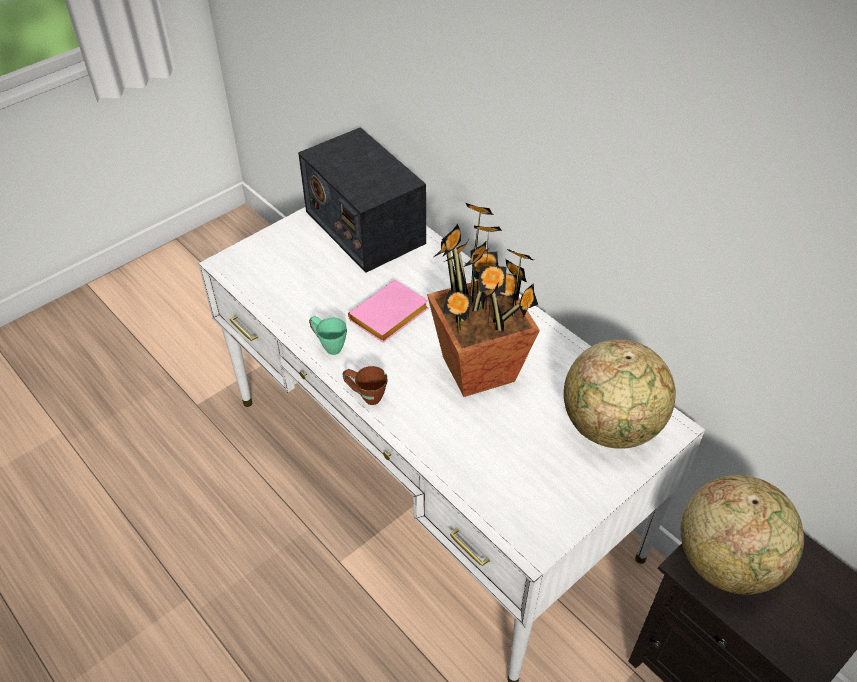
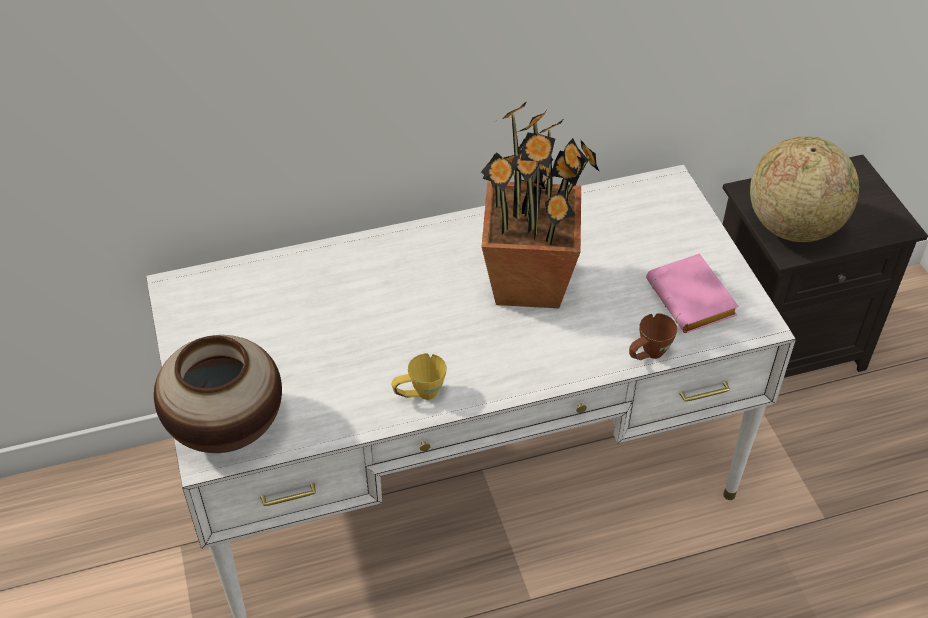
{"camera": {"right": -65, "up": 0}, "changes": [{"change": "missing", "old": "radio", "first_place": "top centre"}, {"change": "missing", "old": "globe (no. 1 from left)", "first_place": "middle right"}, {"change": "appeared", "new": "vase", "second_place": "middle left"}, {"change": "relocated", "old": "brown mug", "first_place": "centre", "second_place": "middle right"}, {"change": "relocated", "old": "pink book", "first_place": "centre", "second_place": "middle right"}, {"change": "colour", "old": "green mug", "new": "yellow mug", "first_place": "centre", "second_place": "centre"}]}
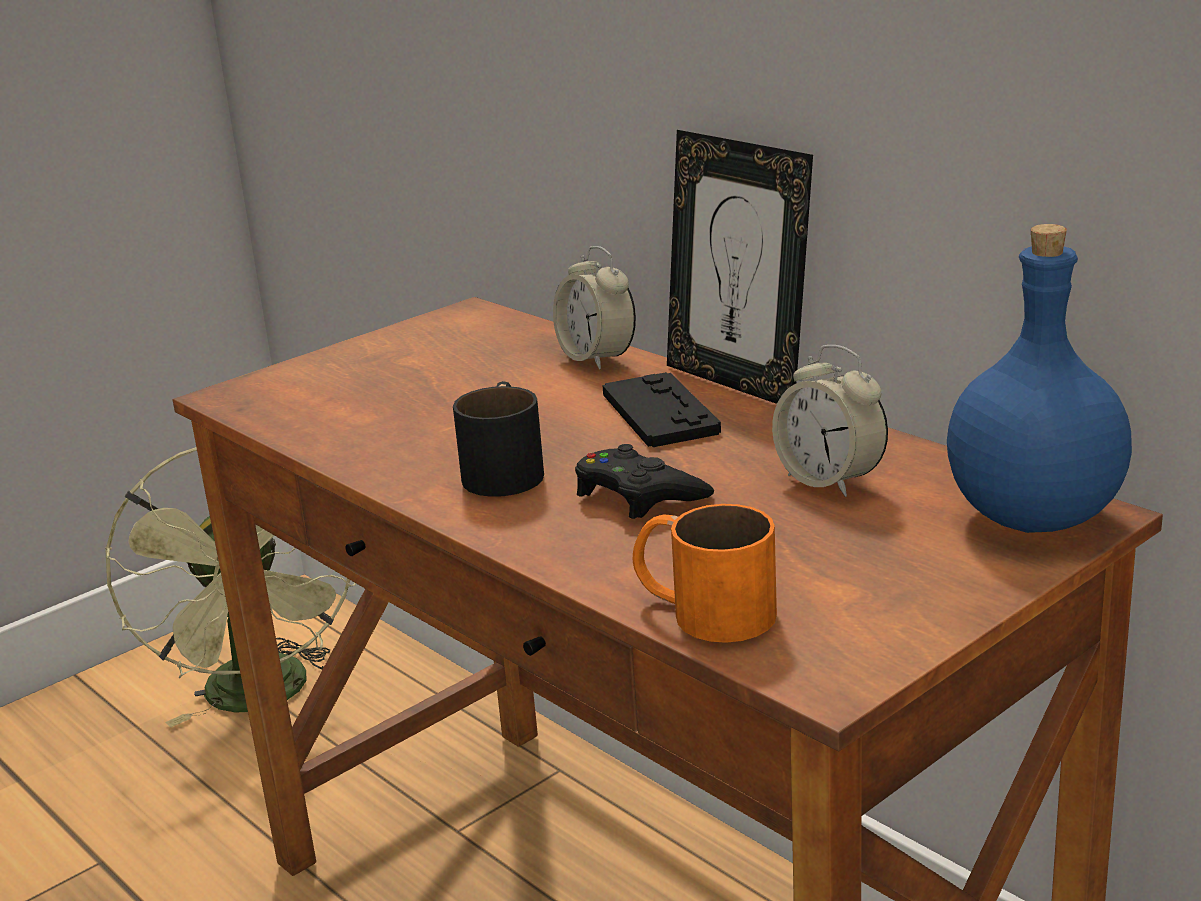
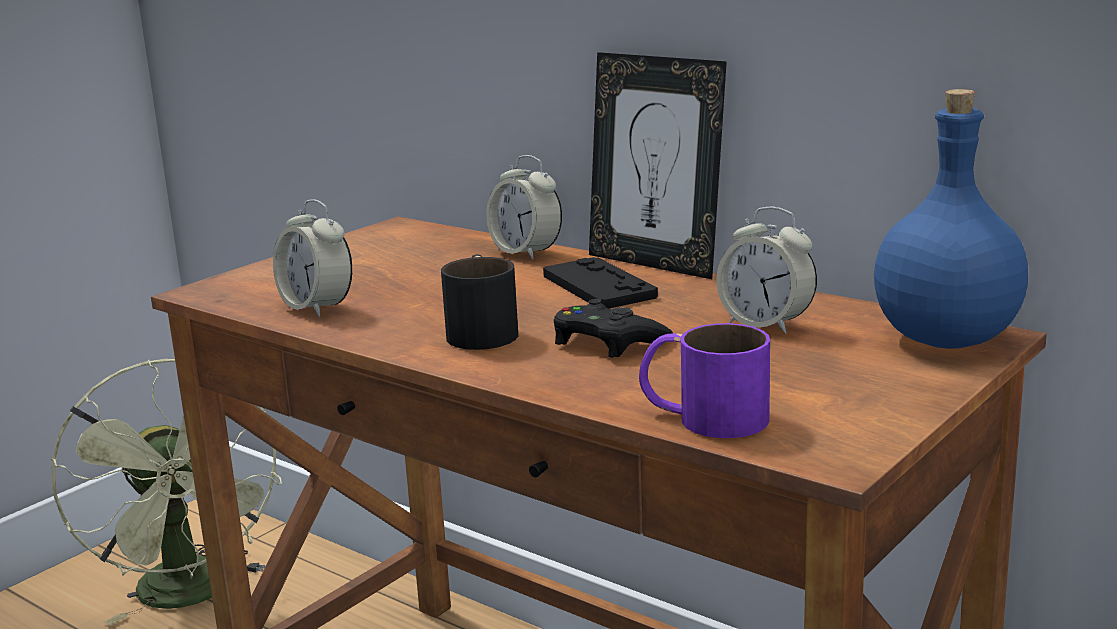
{"camera": {"right": -10, "up": -5}, "changes": [{"change": "appeared", "new": "alarm clock (no. 1 from left)", "second_place": "middle left"}, {"change": "colour", "old": "orange mug", "new": "purple mug", "first_place": "centre", "second_place": "centre"}]}
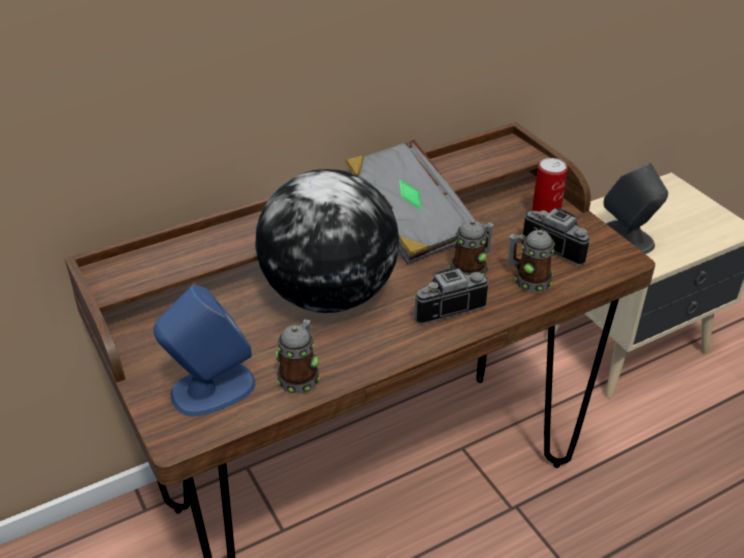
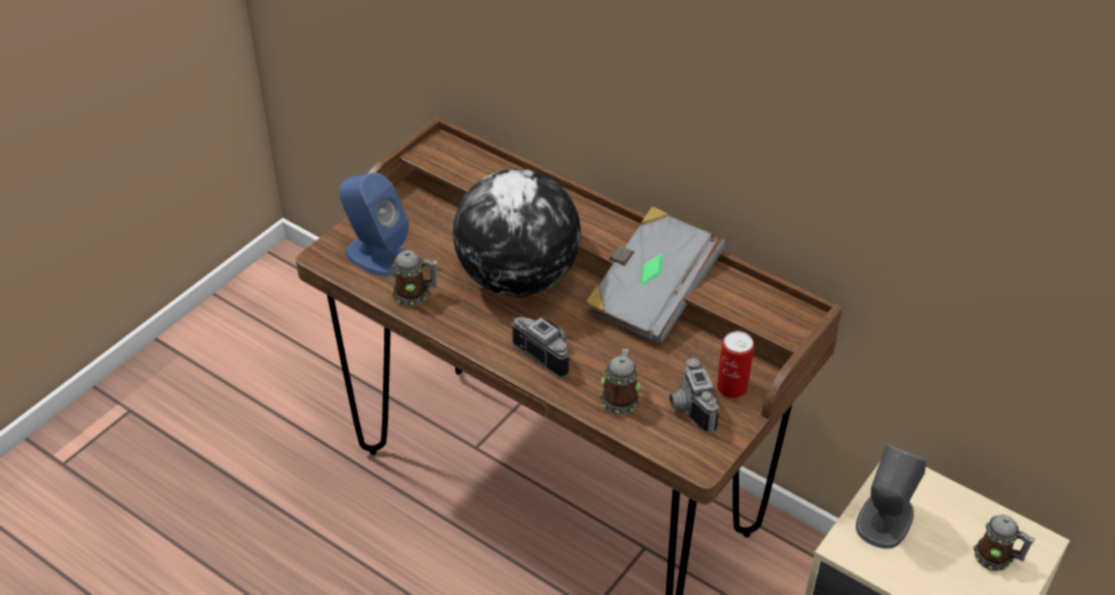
{"camera": {"right": 65, "up": 5}, "changes": [{"change": "relocated", "old": "mug (no. 2 from left in the first image)", "new": "mug (no. 3 from left)", "first_place": "centre", "second_place": "bottom right"}, {"change": "spun", "old": "photo camera (no. 2 from left)", "first_place": "middle right", "second_place": "centre", "degrees": 150}]}
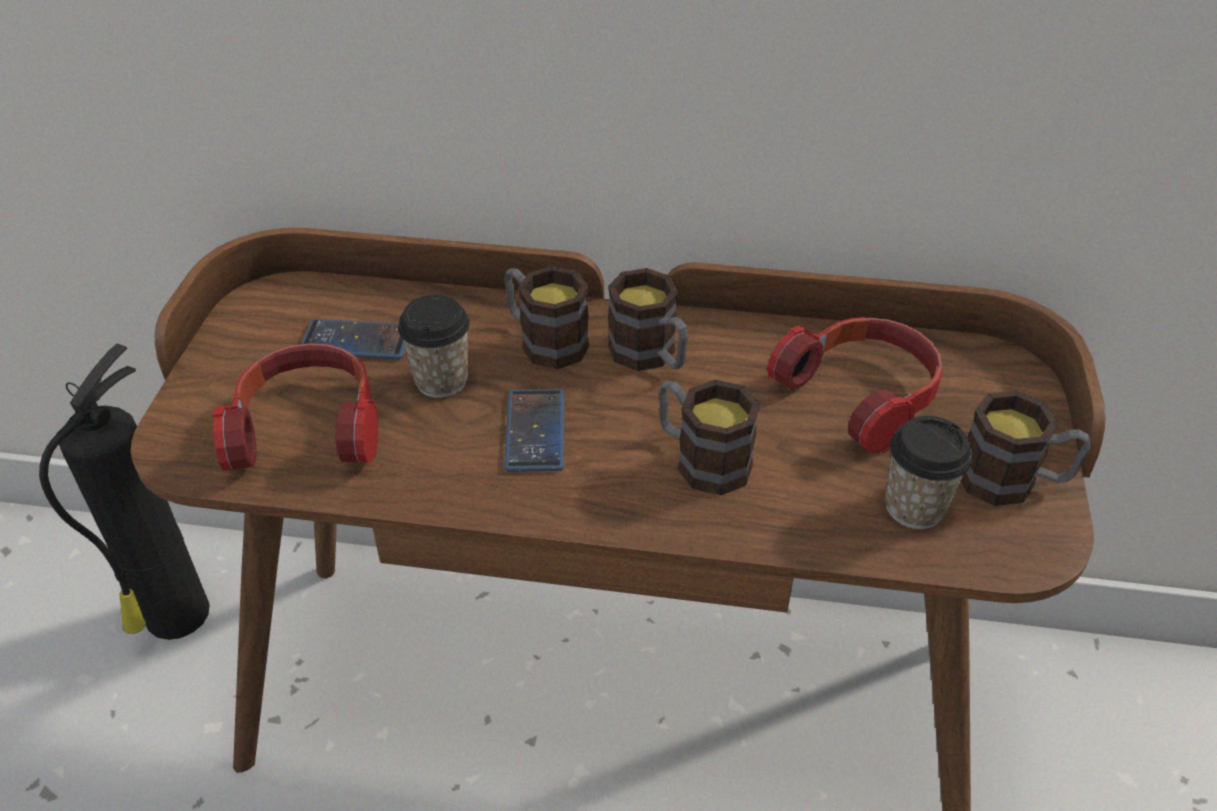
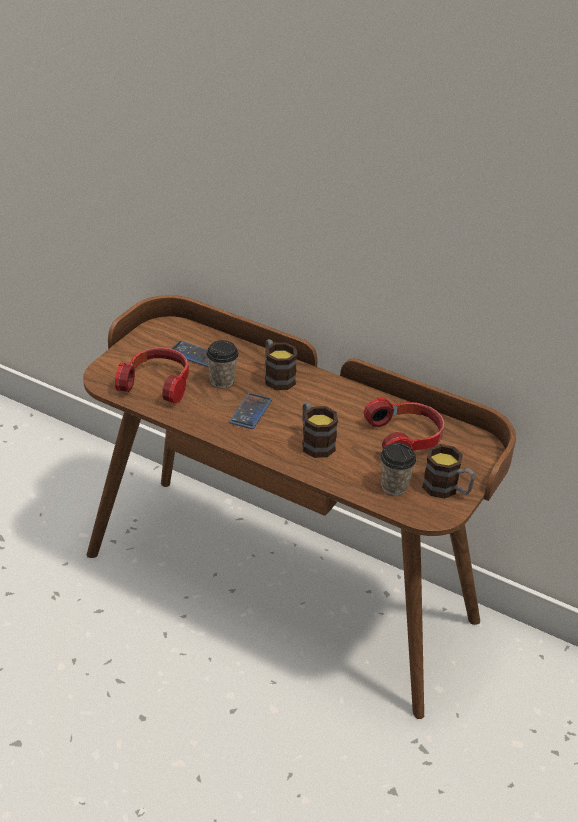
{"camera": {"right": 20, "up": -5}, "changes": [{"change": "missing", "old": "fire extinguisher", "first_place": "middle left"}, {"change": "missing", "old": "mug (no. 2 from left)", "first_place": "centre"}]}
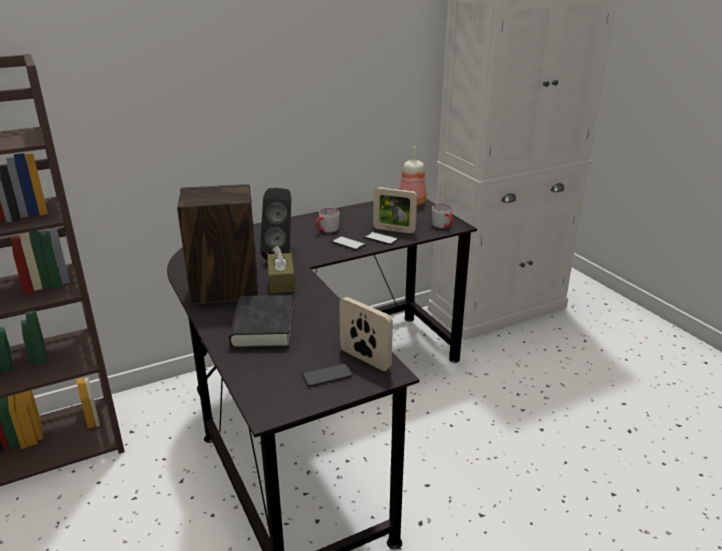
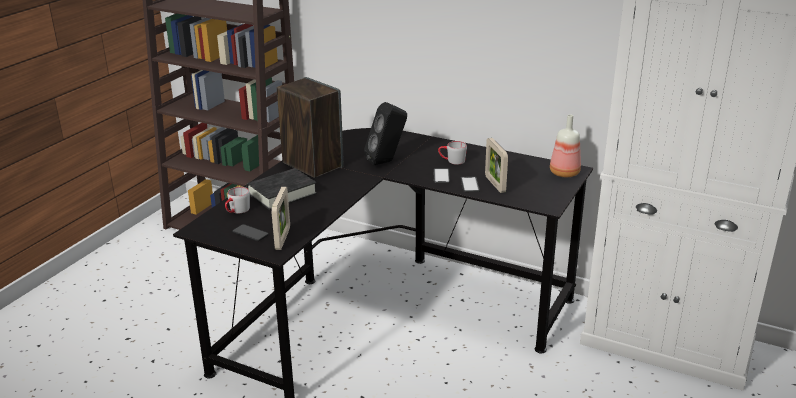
{"camera": {"right": 55, "up": 0}, "changes": [{"change": "missing", "old": "brown tissue box", "first_place": "centre"}, {"change": "relocated", "old": "grey mug (no. 2 from left in the first image)", "new": "grey mug (no. 1 from left)", "first_place": "centre", "second_place": "middle left"}]}
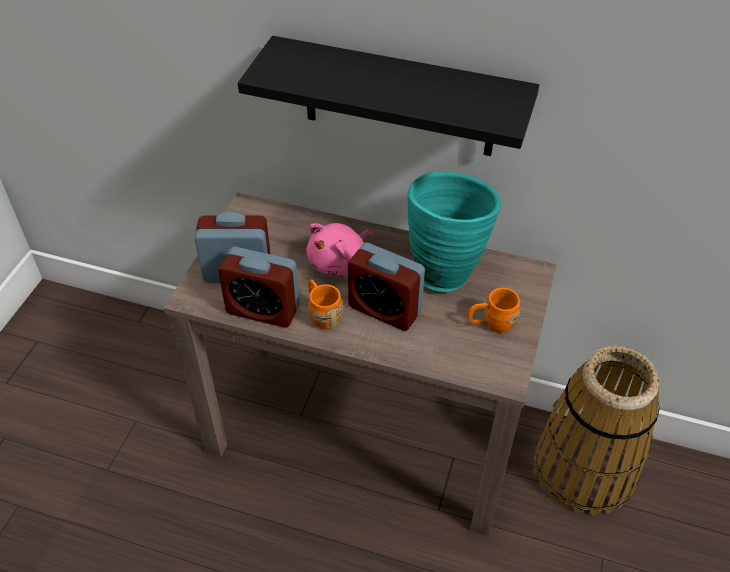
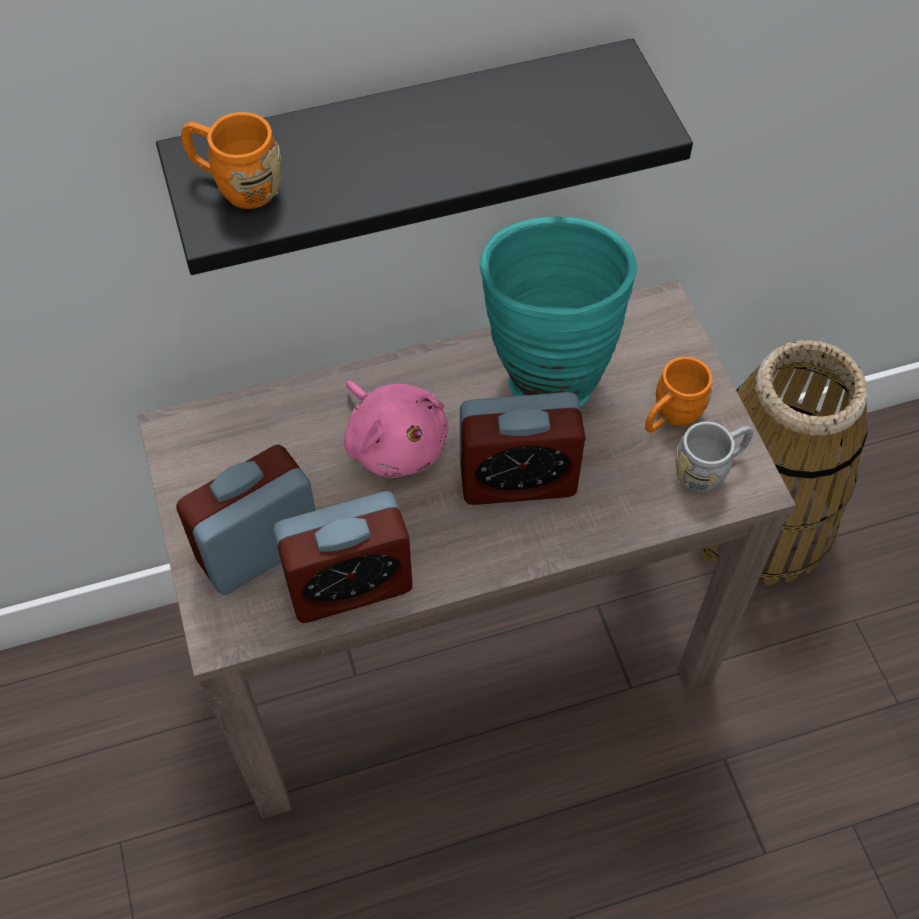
{"camera": {"right": -35, "up": 10}, "changes": [{"change": "appeared", "new": "grey mug", "second_place": "middle right"}, {"change": "relocated", "old": "orange mug (no. 1 from left)", "first_place": "centre", "second_place": "top left"}, {"change": "spun", "old": "pink plush toy", "first_place": "centre", "second_place": "centre", "degrees": -45}]}
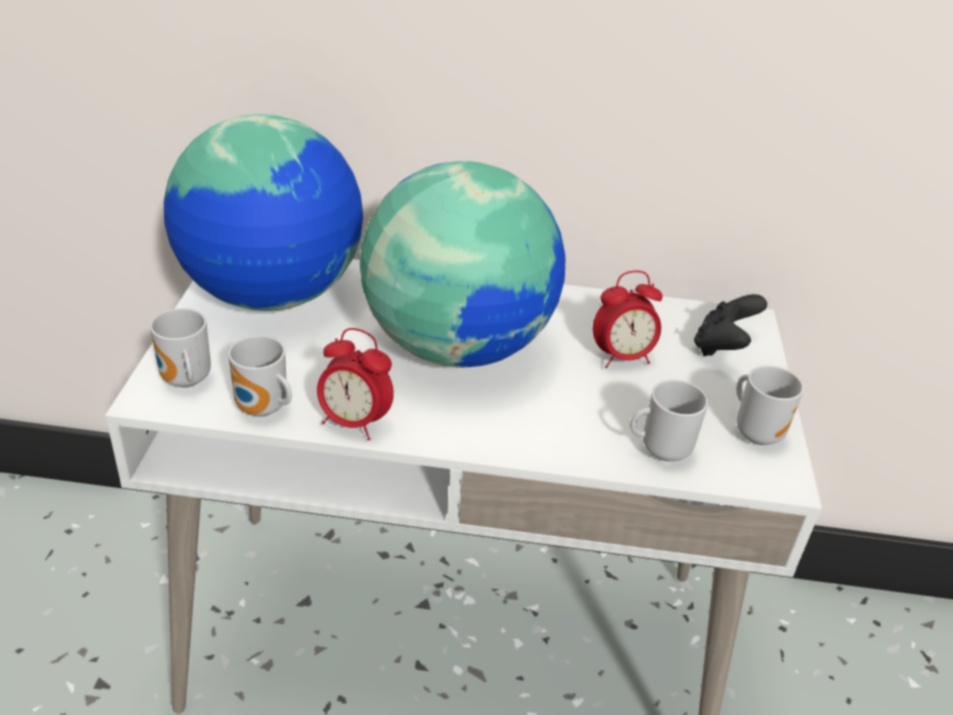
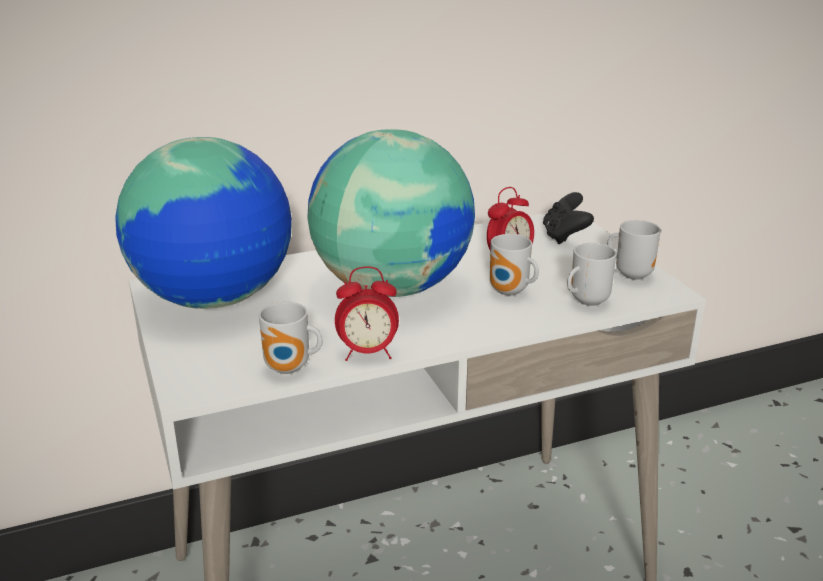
{"camera": {"right": -25, "up": -10}, "changes": [{"change": "relocated", "old": "mug (no. 1 from left in the first image)", "new": "mug (no. 2 from left)", "first_place": "middle left", "second_place": "centre"}]}
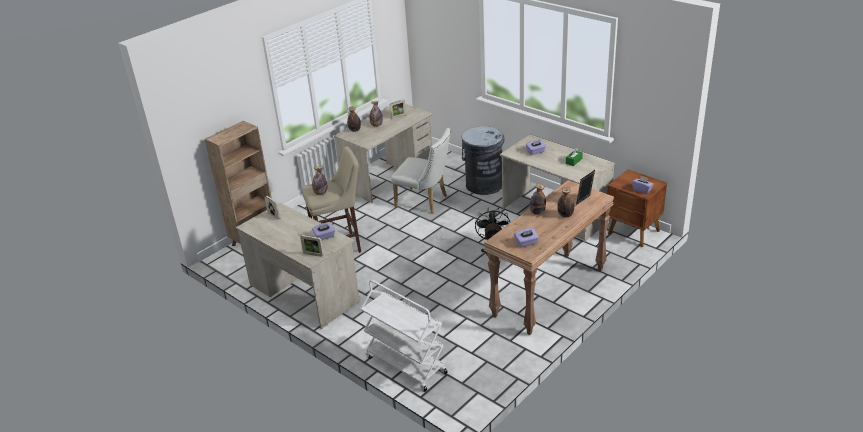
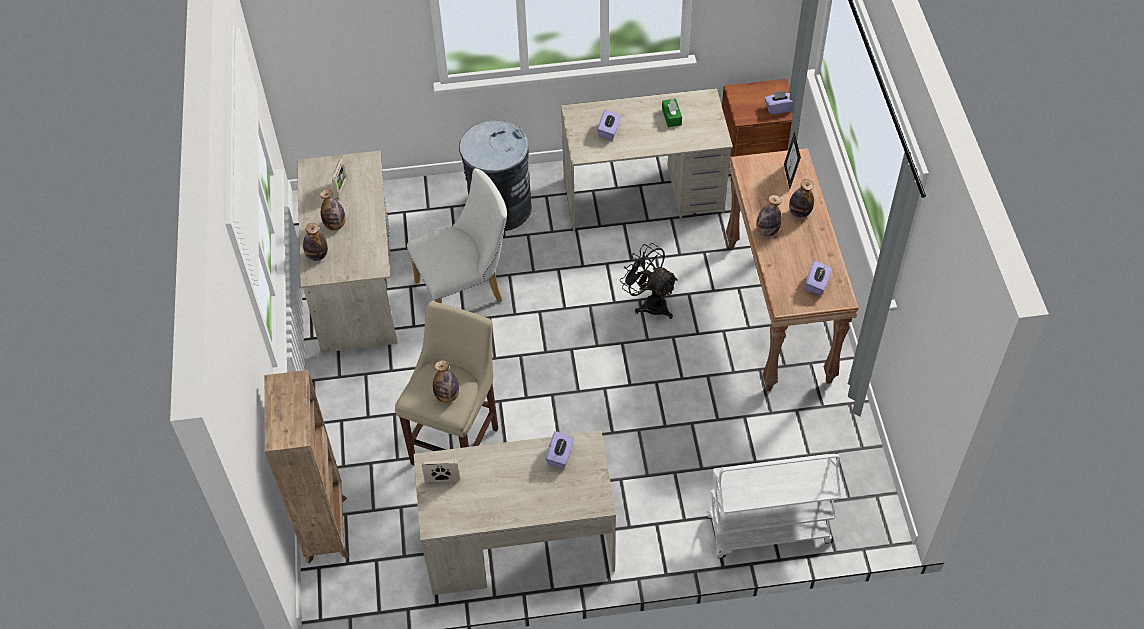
{"camera": {"right": -50, "up": 20}, "changes": [{"change": "missing", "old": "picture frame (no. 2 from left)", "first_place": "centre"}]}
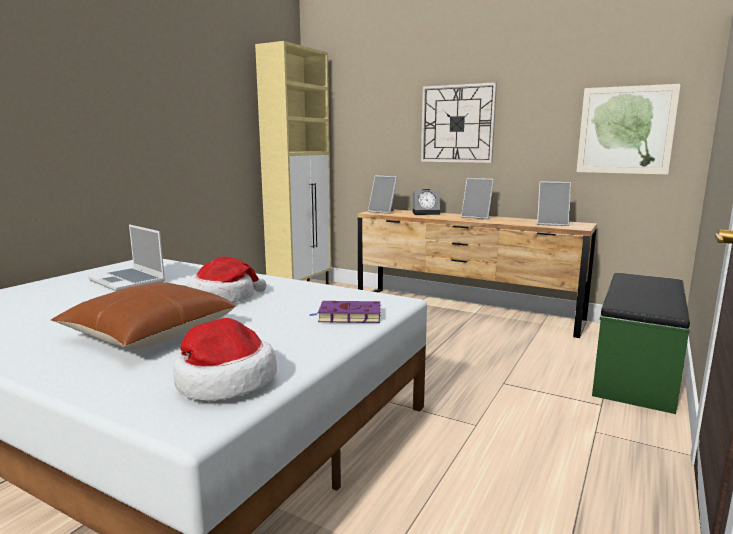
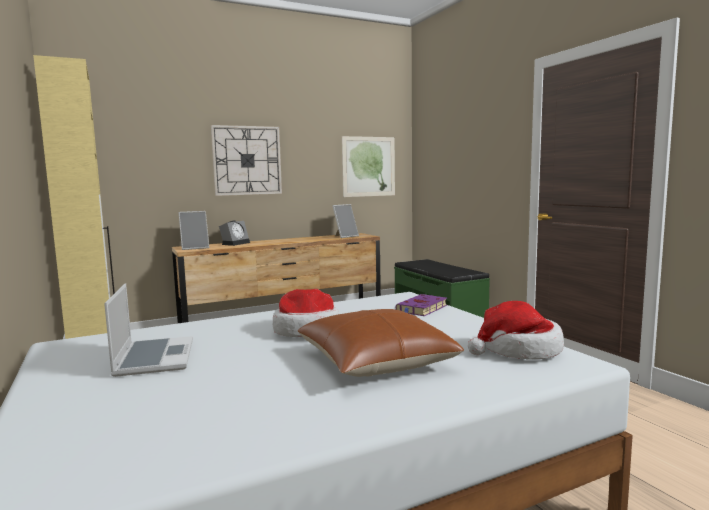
{"camera": {"right": -55, "up": -5}, "changes": [{"change": "missing", "old": "picture frame (no. 2 from left)", "first_place": "centre"}, {"change": "spun", "old": "laptop", "first_place": "middle left", "second_place": "middle left", "degrees": -90}]}
